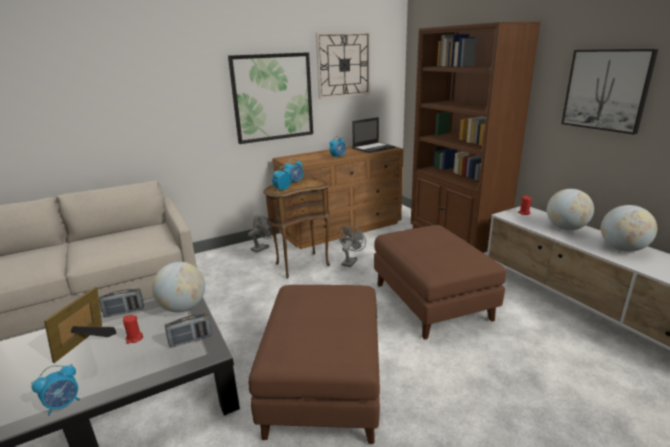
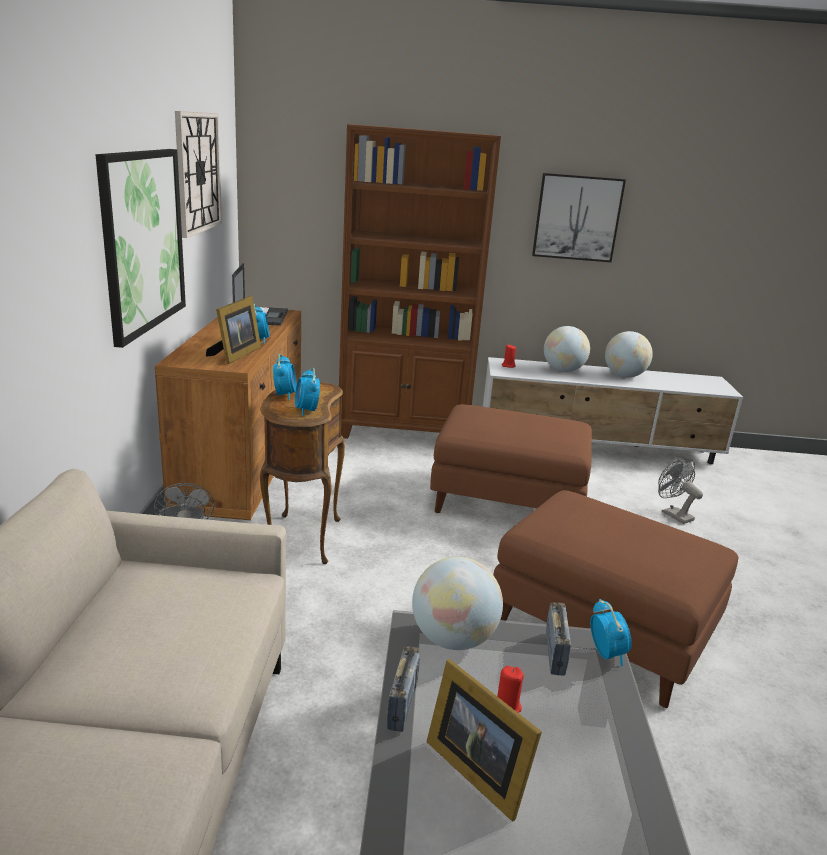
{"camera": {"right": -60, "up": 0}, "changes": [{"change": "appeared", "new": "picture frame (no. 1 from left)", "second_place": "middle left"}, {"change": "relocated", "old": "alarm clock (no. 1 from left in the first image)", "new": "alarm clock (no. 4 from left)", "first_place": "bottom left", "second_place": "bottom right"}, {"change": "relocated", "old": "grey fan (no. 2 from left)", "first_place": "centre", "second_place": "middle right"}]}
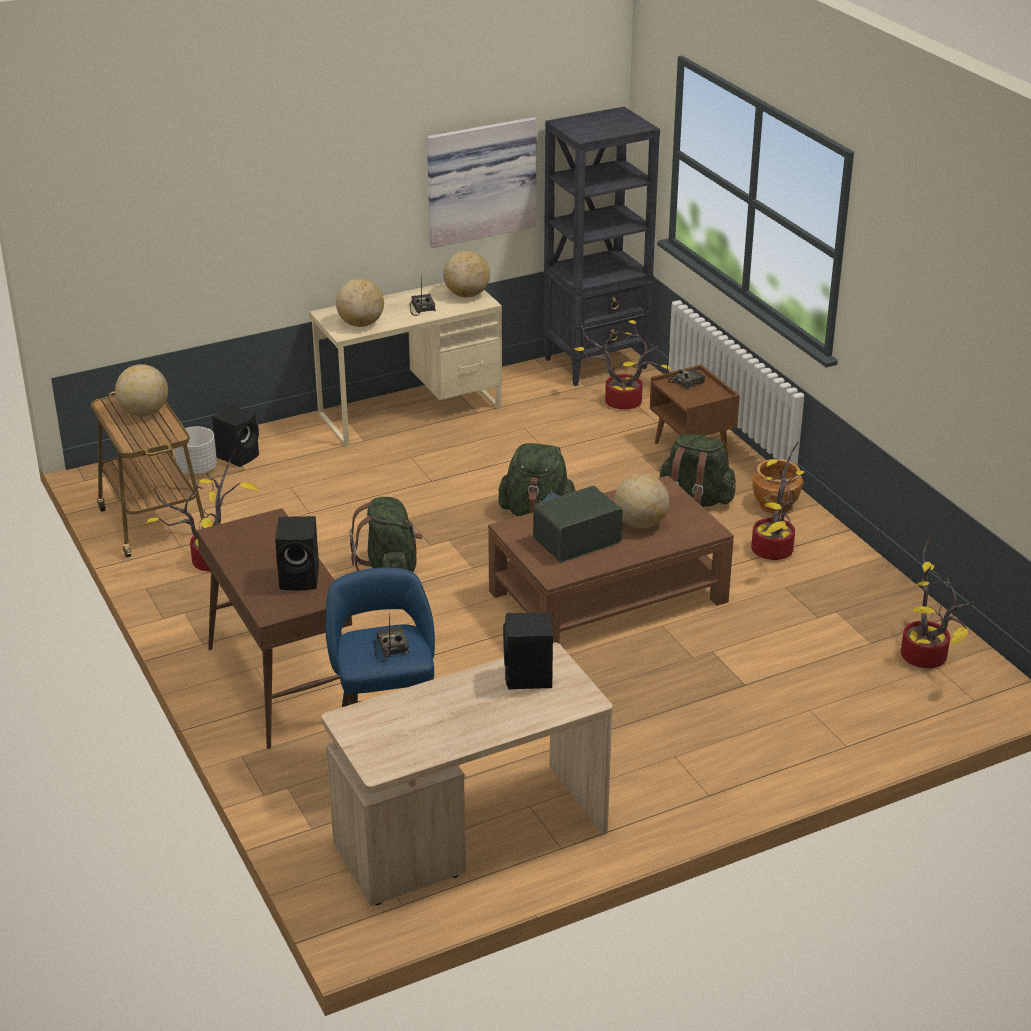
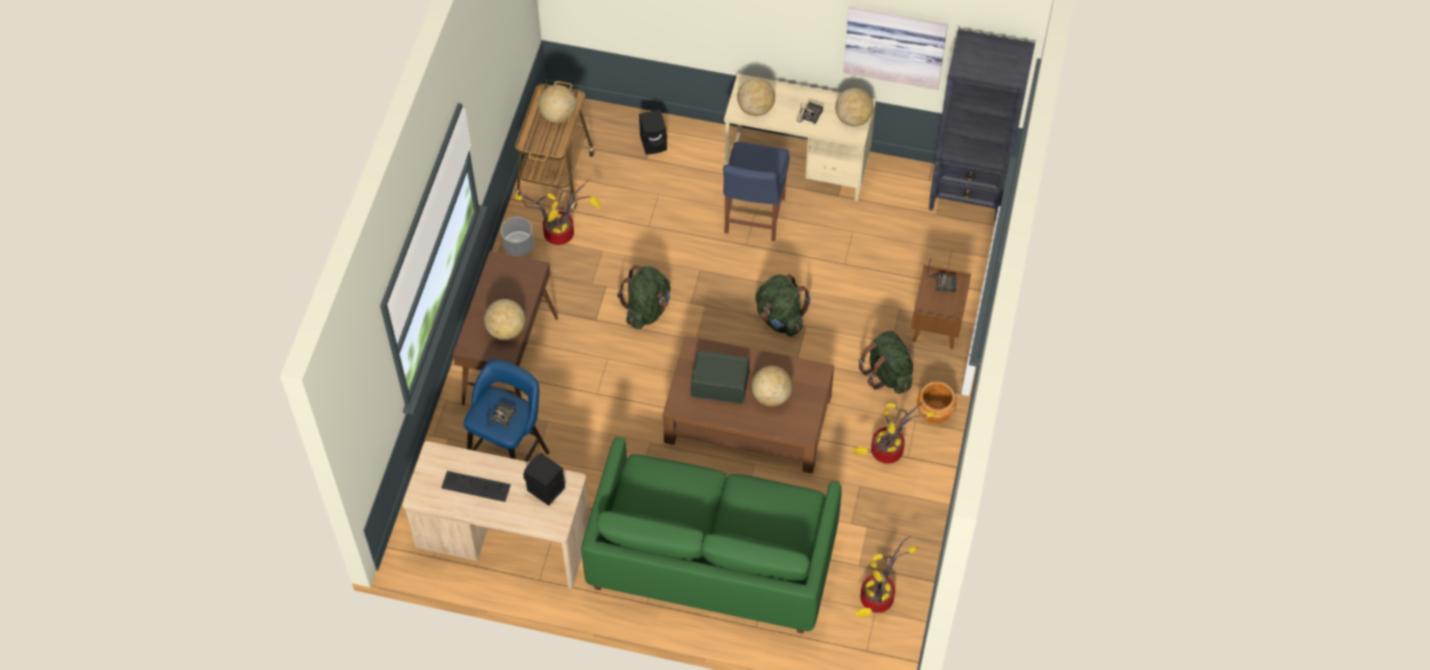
{"camera": {"right": 40, "up": 25}, "changes": [{"change": "missing", "old": "potted plant (no. 2 from left)", "first_place": "centre"}, {"change": "appeared", "new": "keyboard", "second_place": "bottom left"}, {"change": "appeared", "new": "green sofa", "second_place": "bottom centre"}, {"change": "appeared", "new": "blue chair", "second_place": "top centre"}, {"change": "relocated", "old": "white planter", "first_place": "middle left", "second_place": "centre"}, {"change": "exchanged", "old": "black speaker (no. 2 from left)", "new": "globe (no. 1 from left)", "first_place": "middle left", "second_place": "centre"}]}
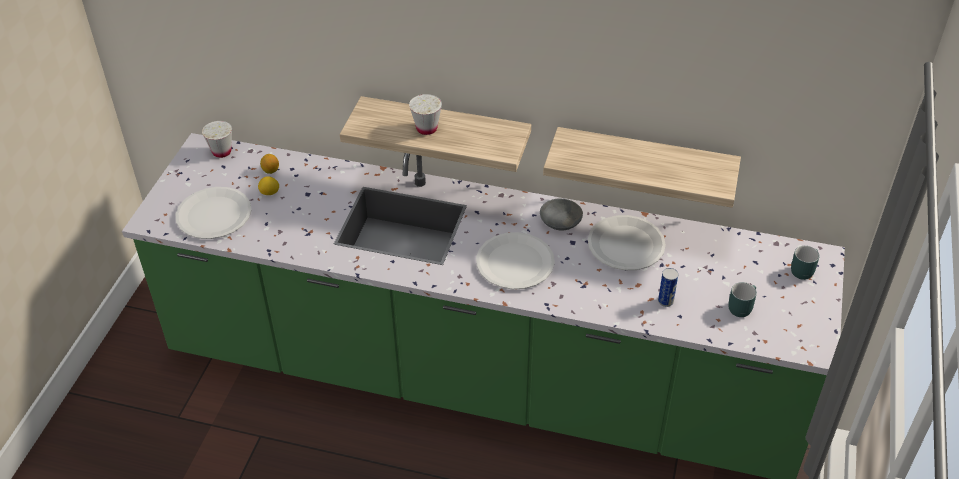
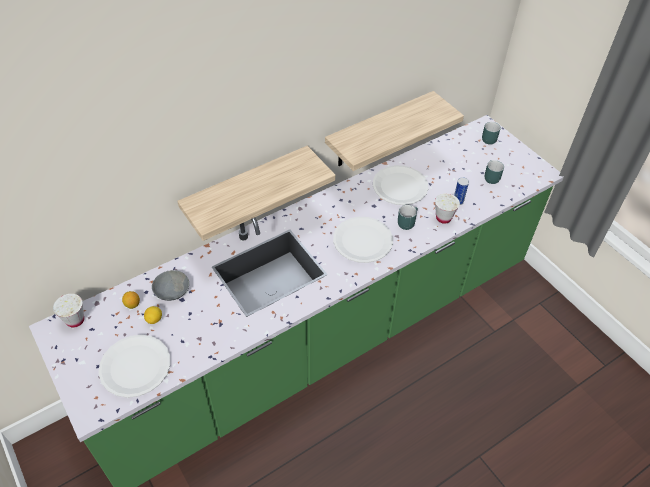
{"camera": {"right": -50, "up": 5}, "changes": [{"change": "appeared", "new": "turquoise mug (no. 1 from left)", "second_place": "centre"}, {"change": "relocated", "old": "white cup (no. 2 from left)", "first_place": "top centre", "second_place": "middle right"}, {"change": "relocated", "old": "grey bowl", "first_place": "centre", "second_place": "middle left"}]}
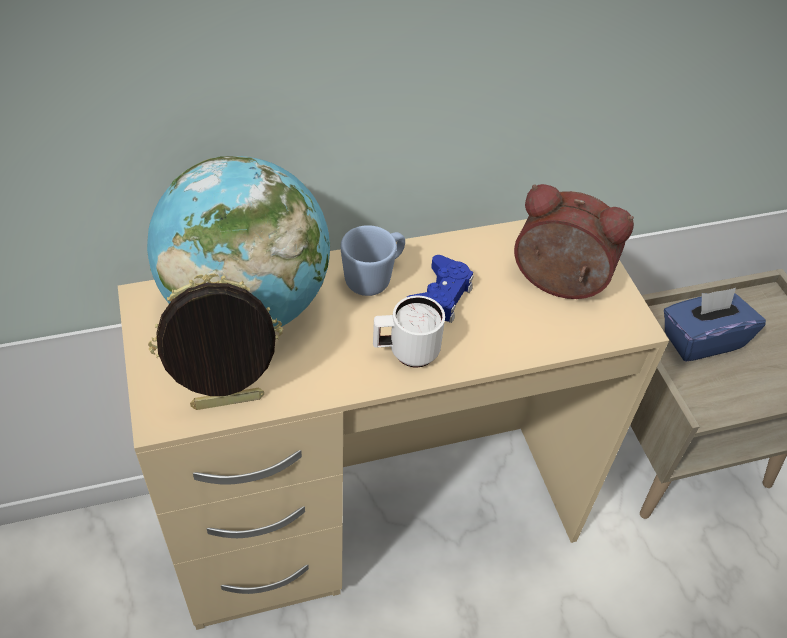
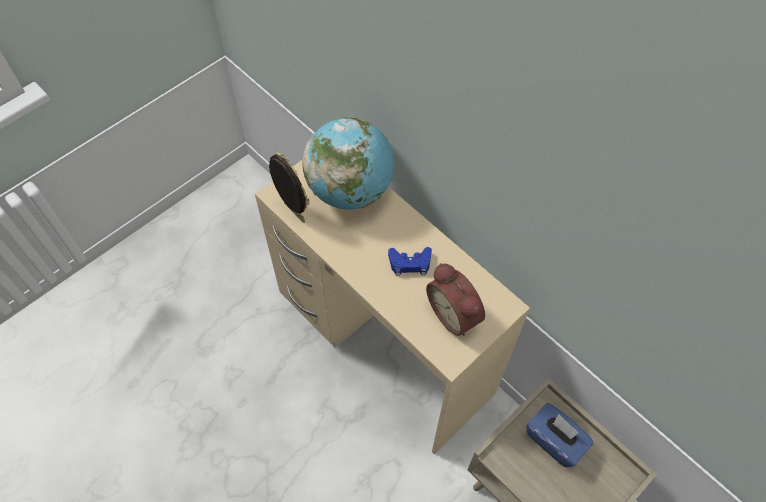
{"camera": {"right": 65, "up": 10}, "changes": [{"change": "missing", "old": "blue mug", "first_place": "centre"}, {"change": "missing", "old": "white mug", "first_place": "centre"}, {"change": "spun", "old": "alarm clock", "first_place": "middle right", "second_place": "centre", "degrees": 150}]}
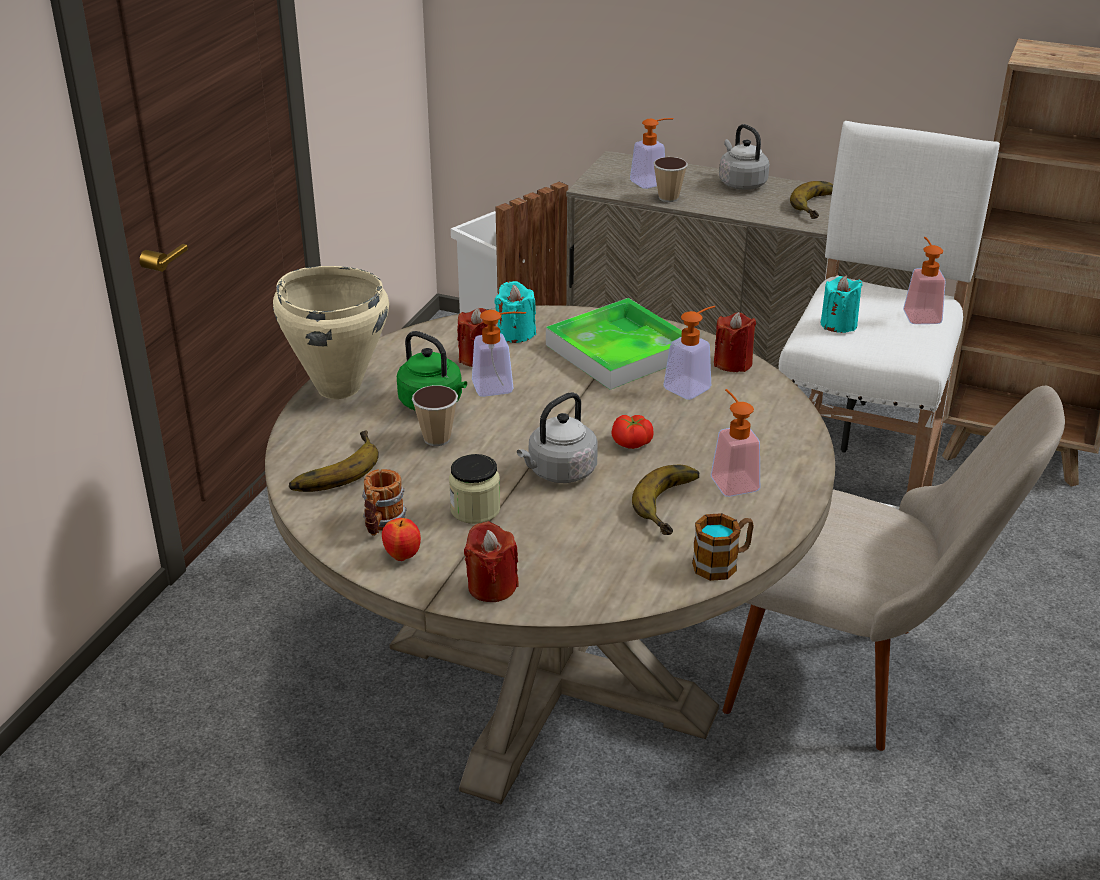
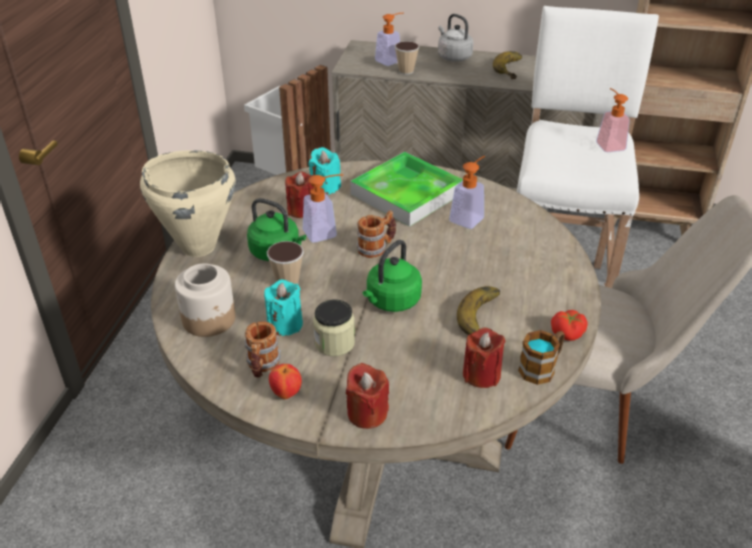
{"camera": {"right": -10, "up": 5}, "changes": [{"change": "missing", "old": "soap dispenser (no. 4 from left)", "first_place": "middle right"}, {"change": "appeared", "new": "mug (no. 2 from left)", "second_place": "centre"}, {"change": "relocated", "old": "tomato", "first_place": "centre", "second_place": "middle right"}, {"change": "relocated", "old": "red candle (no. 3 from left)", "first_place": "middle right", "second_place": "centre"}, {"change": "relocated", "old": "turquoise candle (no. 2 from left in the first image)", "new": "turquoise candle (no. 1 from left)", "first_place": "middle right", "second_place": "centre"}, {"change": "exchanged", "old": "banana (no. 1 from left)", "new": "jar (no. 1 from left)", "first_place": "middle left", "second_place": "middle left"}, {"change": "colour", "old": "grey kettle (no. 1 from left)", "new": "green kettle (no. 2 from left)", "first_place": "centre", "second_place": "centre"}]}
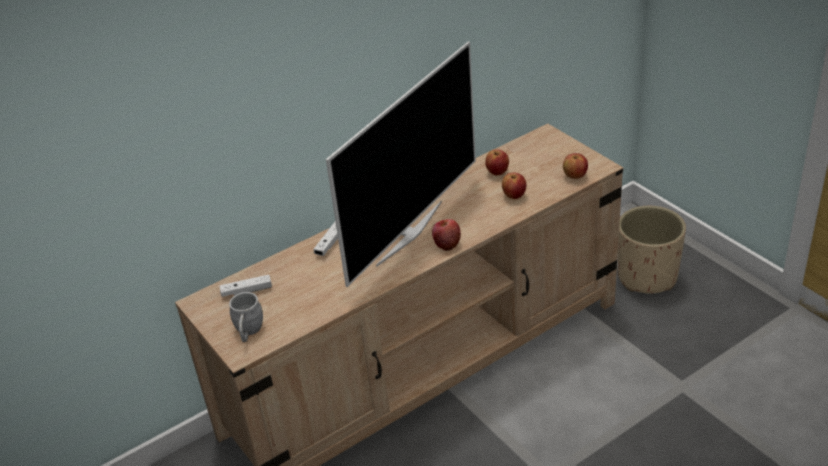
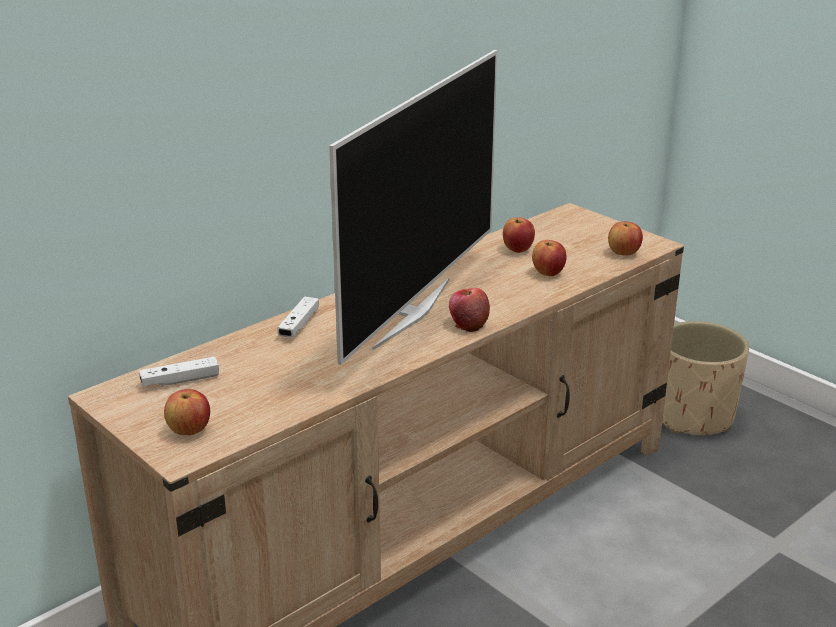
{"camera": {"right": -10, "up": -10}, "changes": [{"change": "exchanged", "old": "grey mug", "new": "apple (no. 1 from left)", "first_place": "bottom left", "second_place": "middle left"}]}
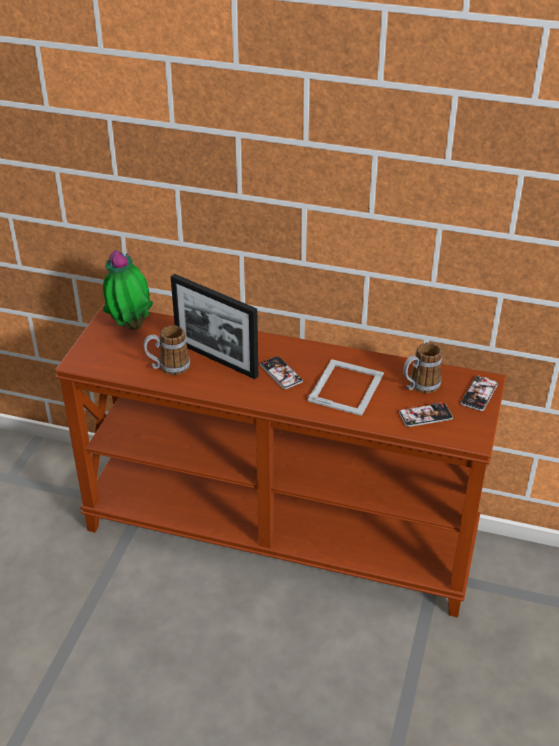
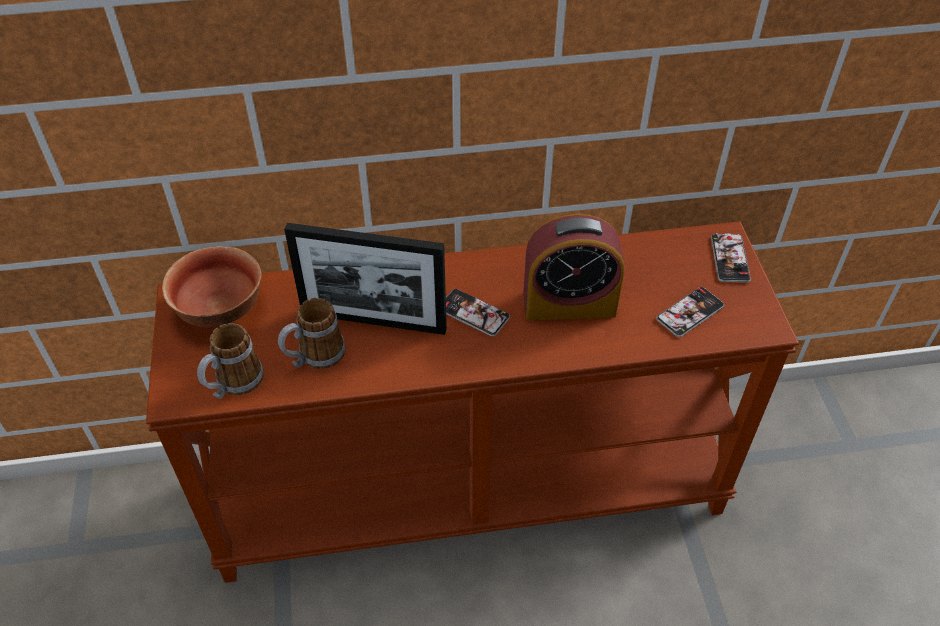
{"camera": {"right": -25, "up": 10}, "changes": [{"change": "relocated", "old": "mug (no. 2 from left in the first image)", "new": "mug (no. 1 from left)", "first_place": "middle right", "second_place": "middle left"}, {"change": "exchanged", "old": "potted plant", "new": "bowl", "first_place": "middle left", "second_place": "middle left"}, {"change": "exchanged", "old": "picture frame (no. 2 from left)", "new": "alarm clock", "first_place": "centre", "second_place": "centre"}]}
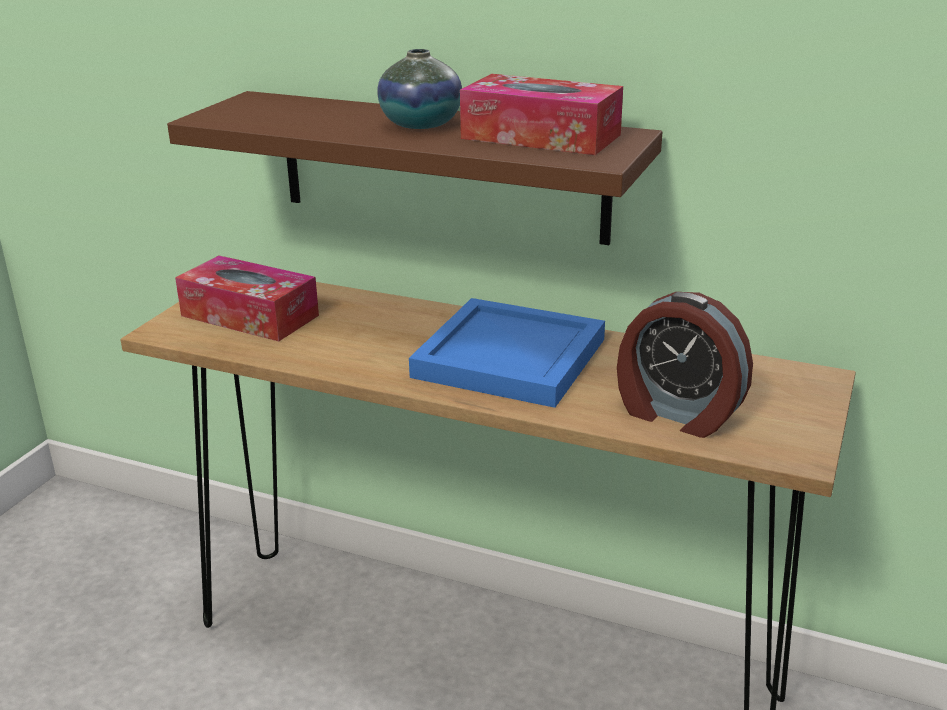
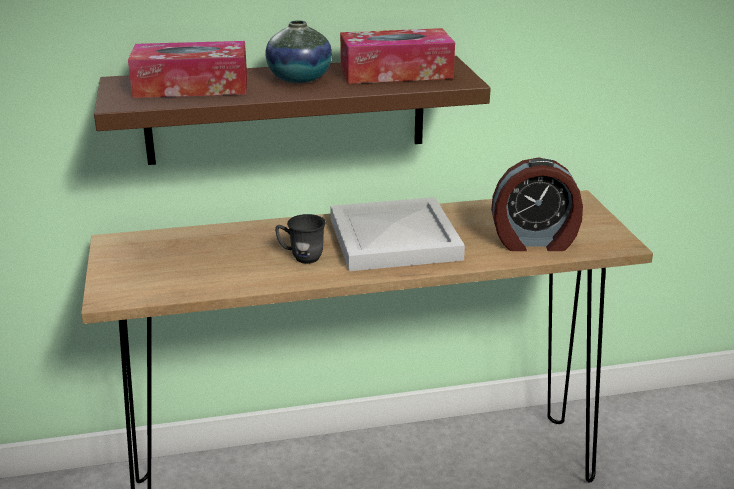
{"camera": {"right": -35, "up": 0}, "changes": [{"change": "appeared", "new": "grey mug", "second_place": "centre"}, {"change": "relocated", "old": "tissue box (no. 1 from left)", "first_place": "middle left", "second_place": "top left"}, {"change": "colour", "old": "blue tray", "new": "white tray", "first_place": "centre", "second_place": "centre"}]}
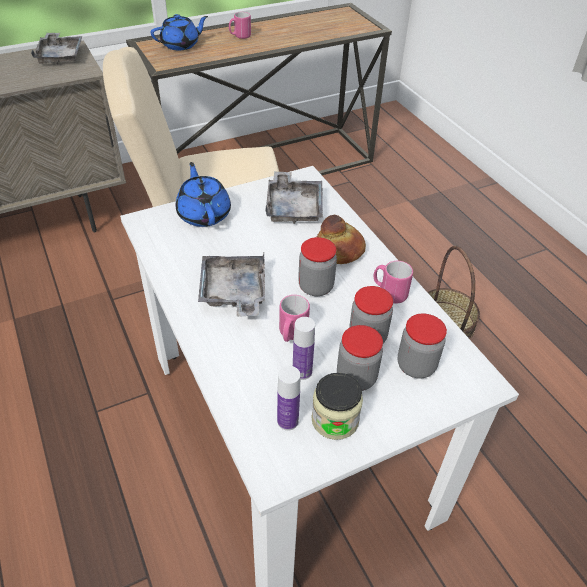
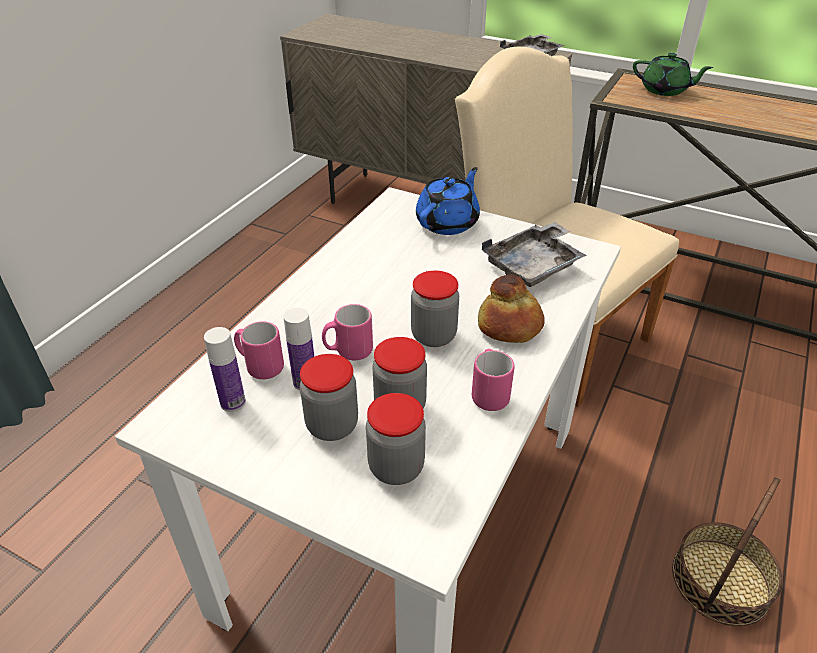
{"camera": {"right": 55, "up": -5}, "changes": [{"change": "missing", "old": "grey tray (no. 2 from left)", "first_place": "centre"}, {"change": "missing", "old": "jar (no. 2 from left)", "first_place": "bottom centre"}, {"change": "relocated", "old": "pink mug (no. 1 from left)", "first_place": "top centre", "second_place": "middle left"}, {"change": "colour", "old": "blue teapot (no. 1 from left)", "new": "green teapot", "first_place": "top left", "second_place": "top right"}]}
